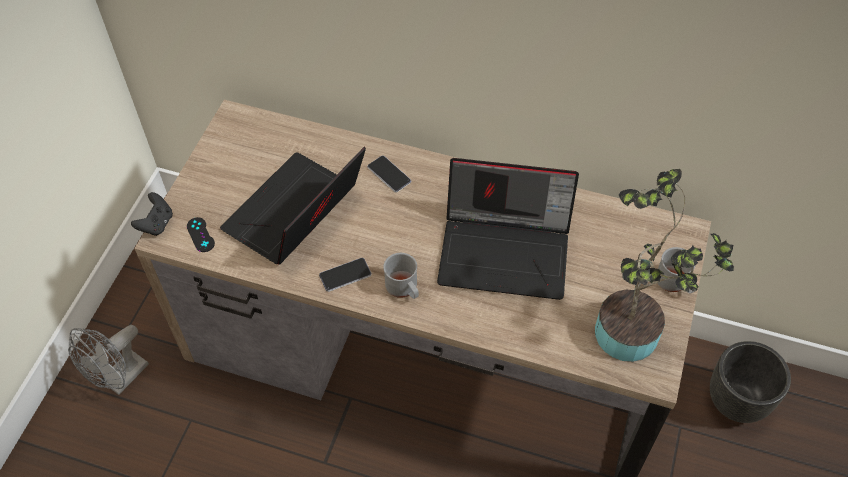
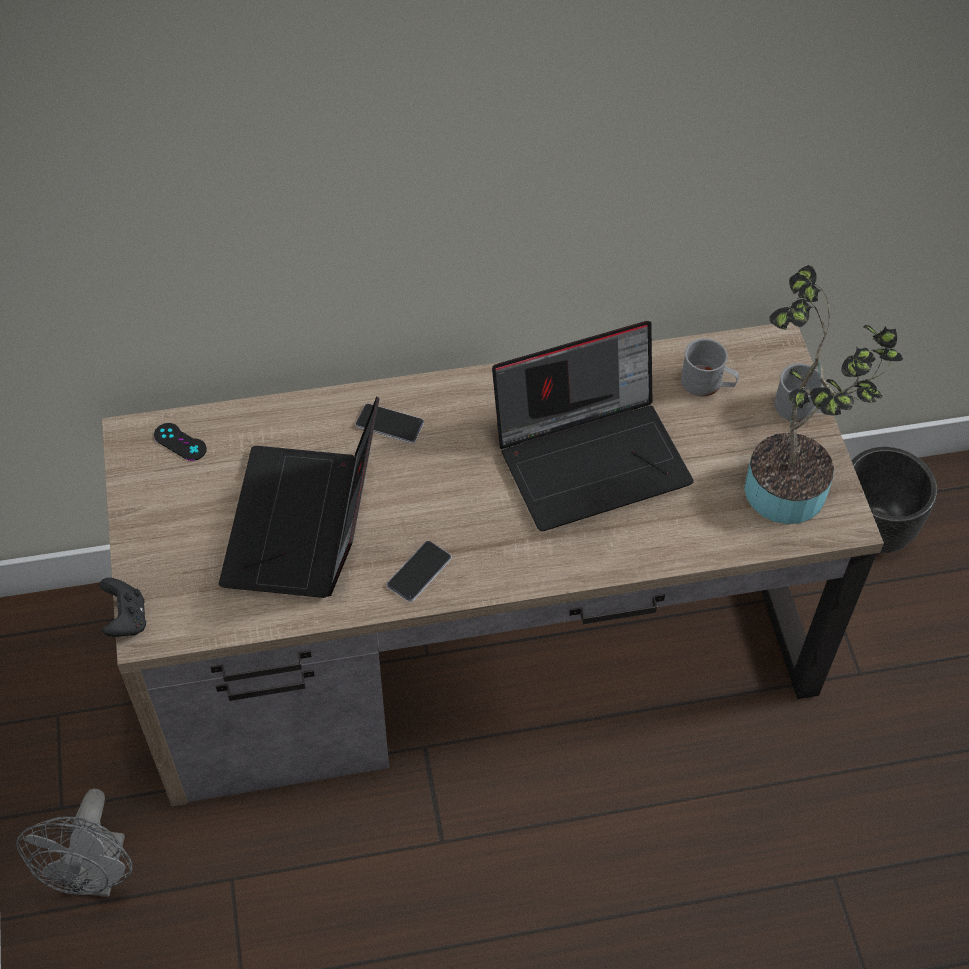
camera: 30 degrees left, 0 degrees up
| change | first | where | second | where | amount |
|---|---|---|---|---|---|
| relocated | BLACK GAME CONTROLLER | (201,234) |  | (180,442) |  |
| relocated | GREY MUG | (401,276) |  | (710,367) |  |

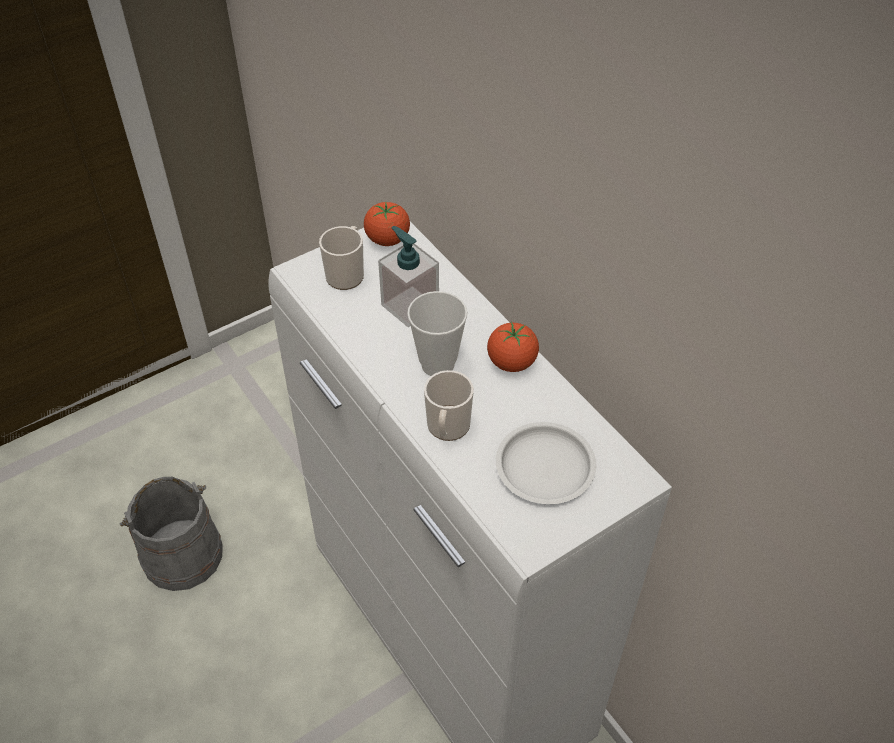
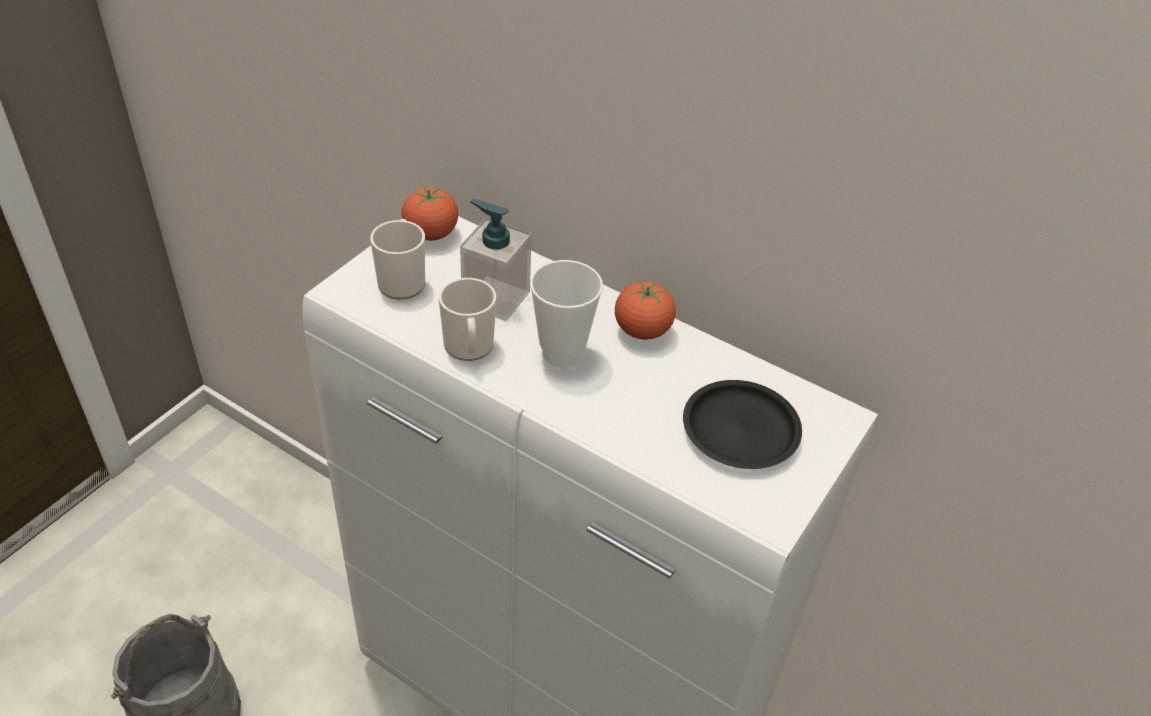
camera: 25 degrees left, 5 degrees down
| change | first | where | second | where | amount |
|---|---|---|---|---|---|
| relocated | MUG | (449,405) |  | (467,319) |  |
| colour | WHITE PLATE | (546,463) | BLACK PLATE | (742,424) |  |

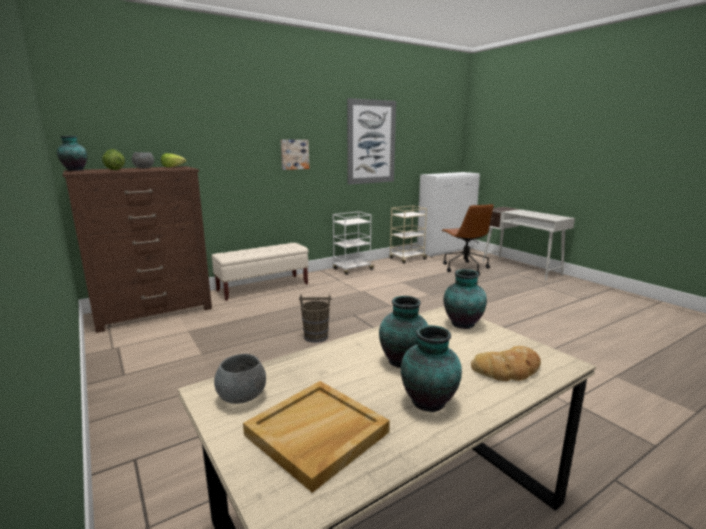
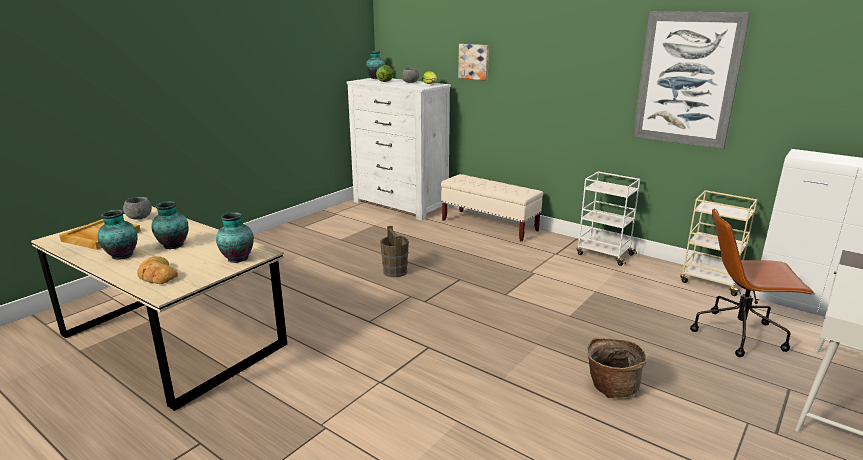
camera: 70 degrees right, 5 degrees up
| change | first | where | second | where | amount |
|---|---|---|---|---|---|
| appeared |  |  | BASKET | (617,368) |  |
| relocated | PICTURE | (295,154) |  | (473,62) |  |
| colour | BROWN DRESSER | (137,249) | WHITE DRESSER | (399,149) |  |
| spun | BROWN OFFICE CHAIR | (467,239) |  | (752,282) | 45 degrees clockwise |

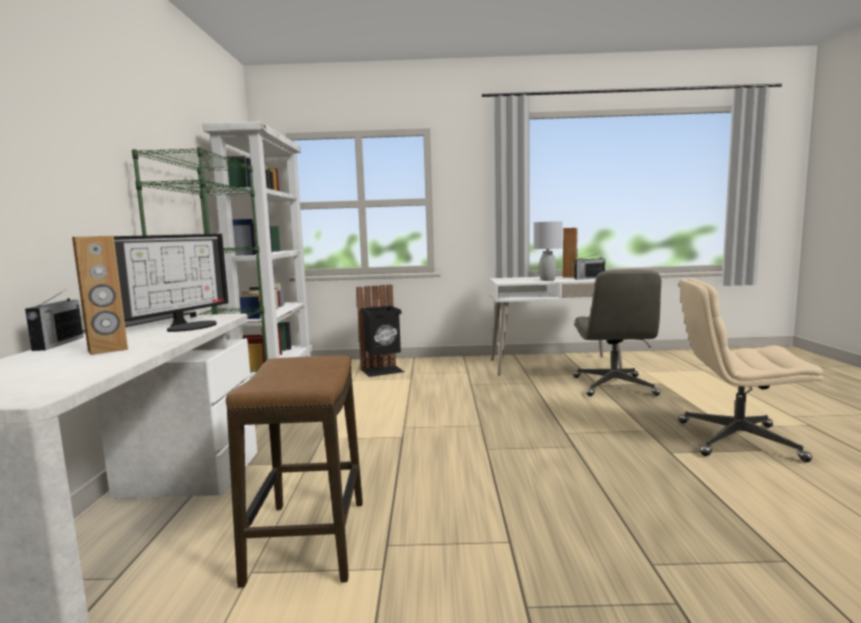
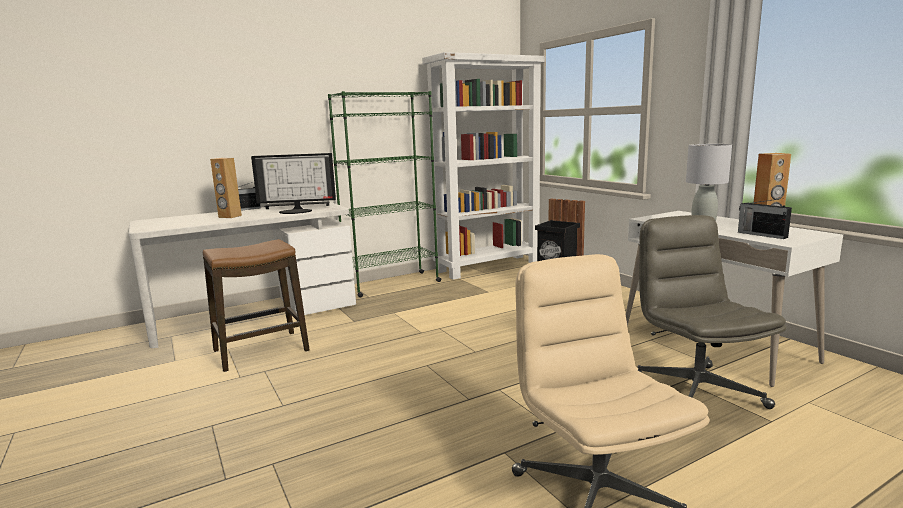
camera: 60 degrees right, 5 degrees up
| change | first | where | second | where | amount |
|---|---|---|---|---|---|
| spun | GREY OFFICE CHAIR | (617,333) |  | (711,312) | 105 degrees clockwise |

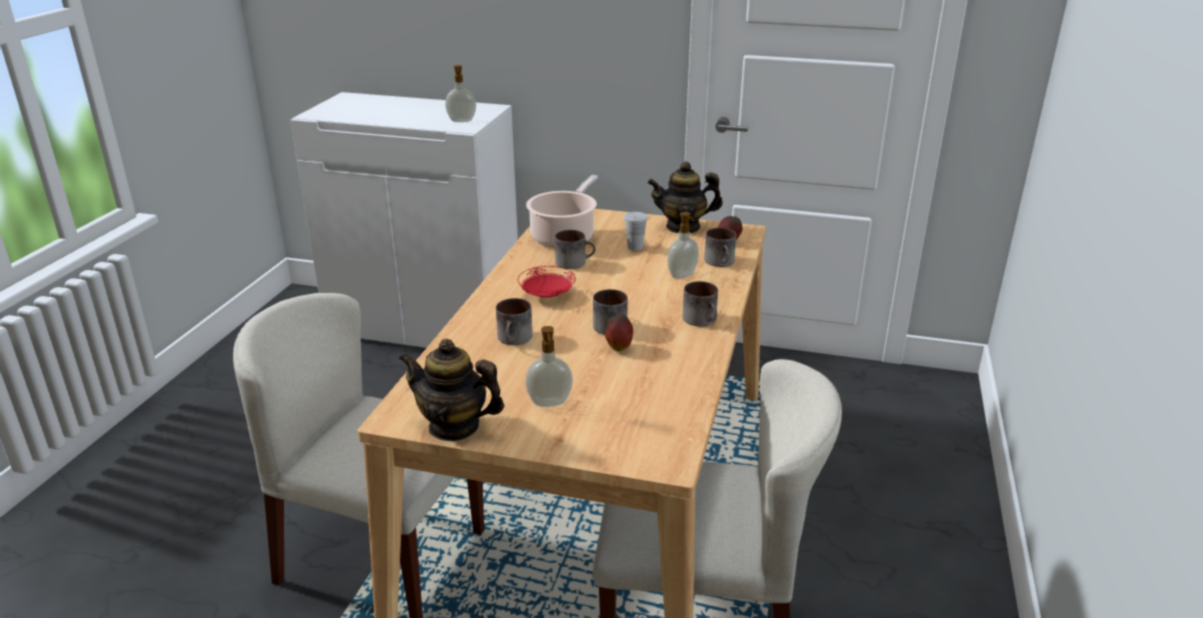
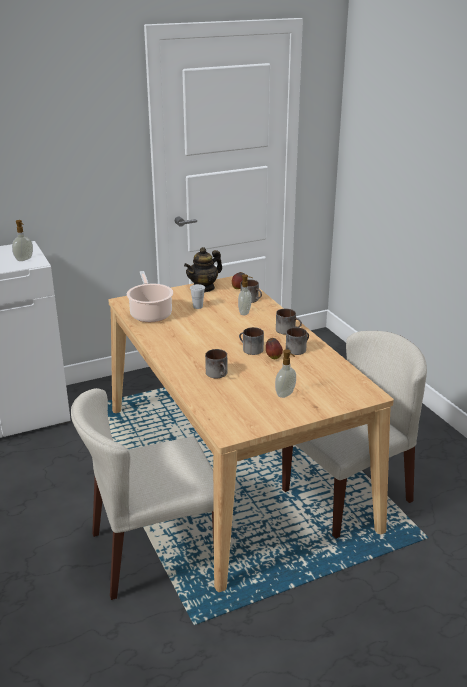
camera: 40 degrees left, 0 degrees up
| change | first | where | second | where | amount |
|---|---|---|---|---|---|
| missing | TEAPOT | (452,390) |  |  |  |
| missing | RED PLATE | (547,281) |  |  |  |
| relocated | MUG | (575,249) |  | (297,341) |  |

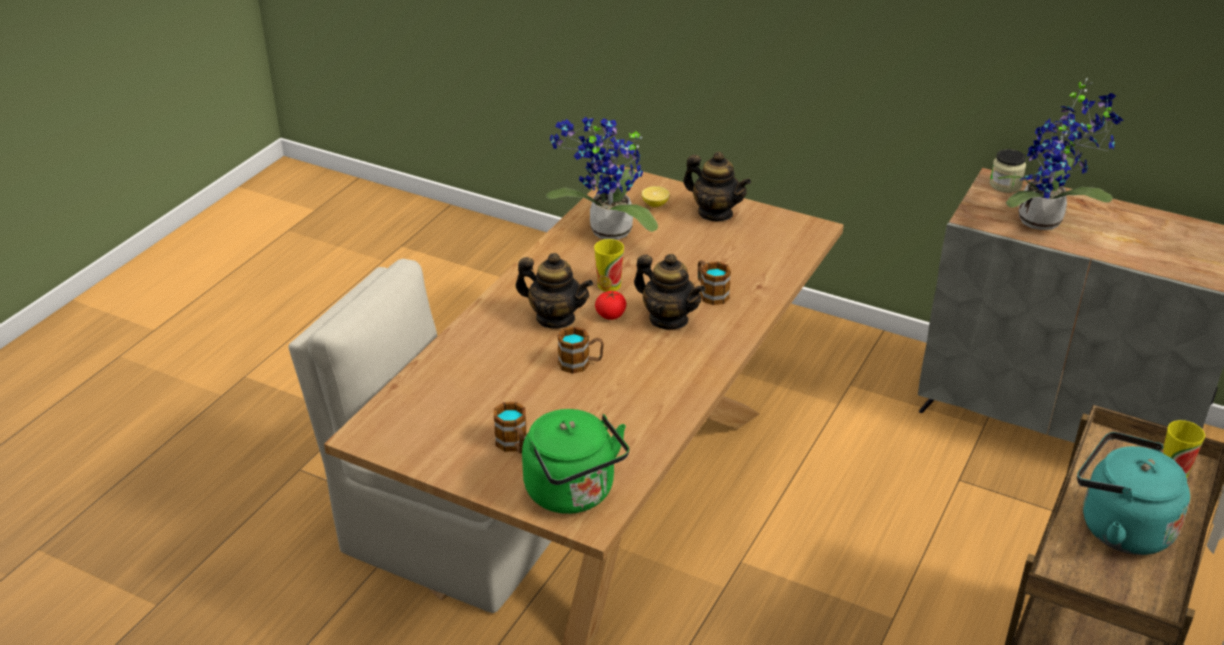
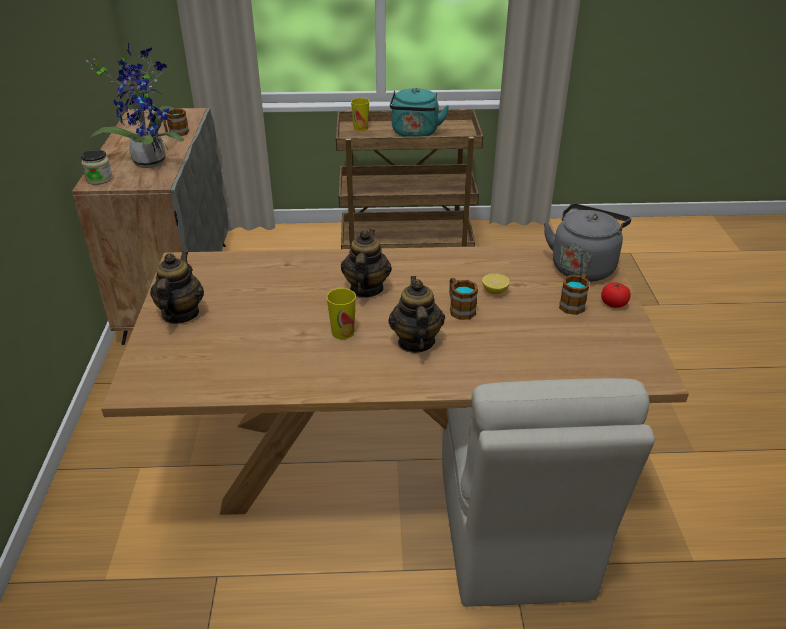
camera: 120 degrees left, 0 degrees up
| change | first | where | second | where | amount |
|---|---|---|---|---|---|
| missing | POTTED PLANT | (602,178) |  |  |  |
| relocated | TOMATO | (610,305) |  | (616,295) |  |
| relocated | LEMON | (656,196) |  | (496,284) |  |
| relocated | MUG | (714,282) |  | (176,122) |  |
| colour | GREEN KETTLE | (575,461) | GREY KETTLE | (587,242) |  |

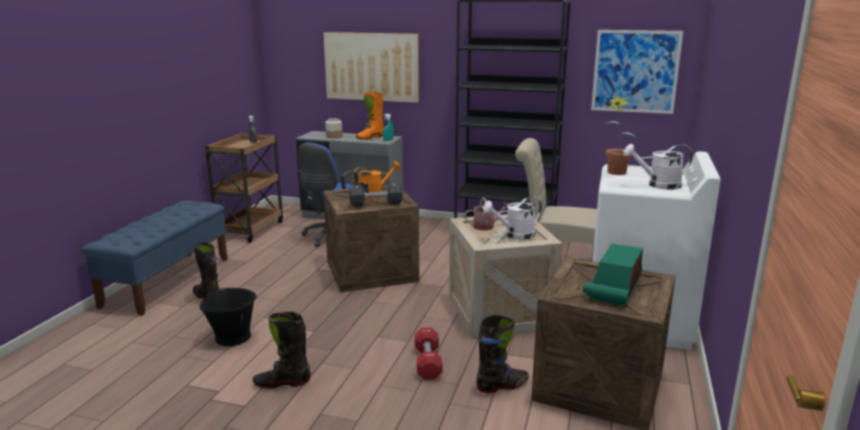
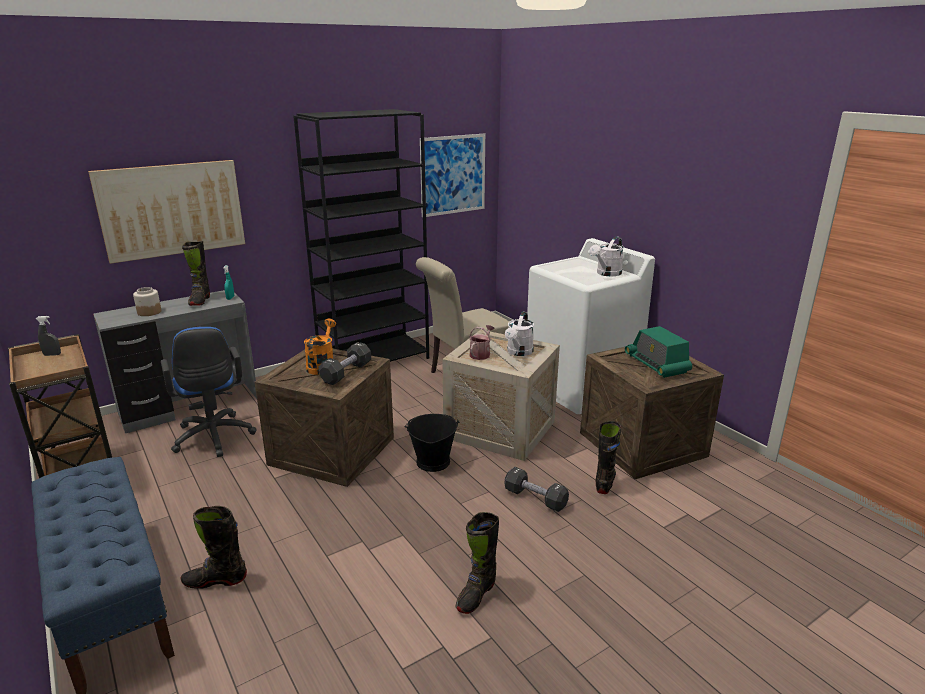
camera: 50 degrees left, 5 degrees up
| change | first | where | second | where | amount |
|---|---|---|---|---|---|
| missing | POTTED PLANT | (620,135) |  |  |  |
| relocated | BLACK BUCKET | (228,316) |  | (432,443) |  |
| colour | ORANGE BOOT | (370,116) | BLACK BOOT | (196,273) |  |
| colour | RED DUMBBELL | (428,353) | BLACK DUMBBELL | (537,489) |  |

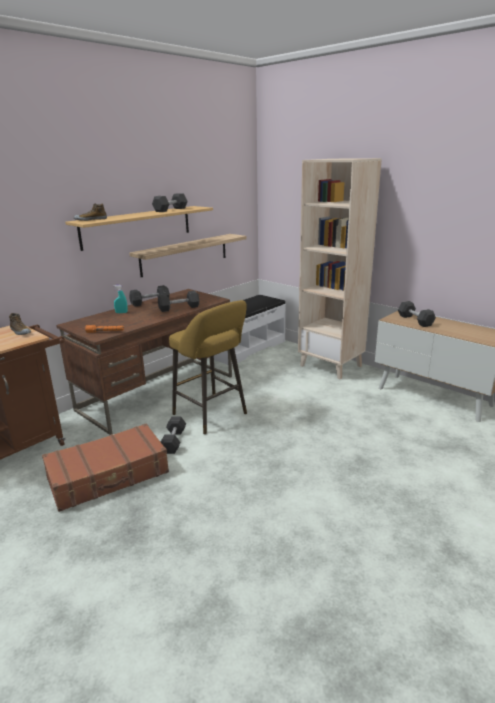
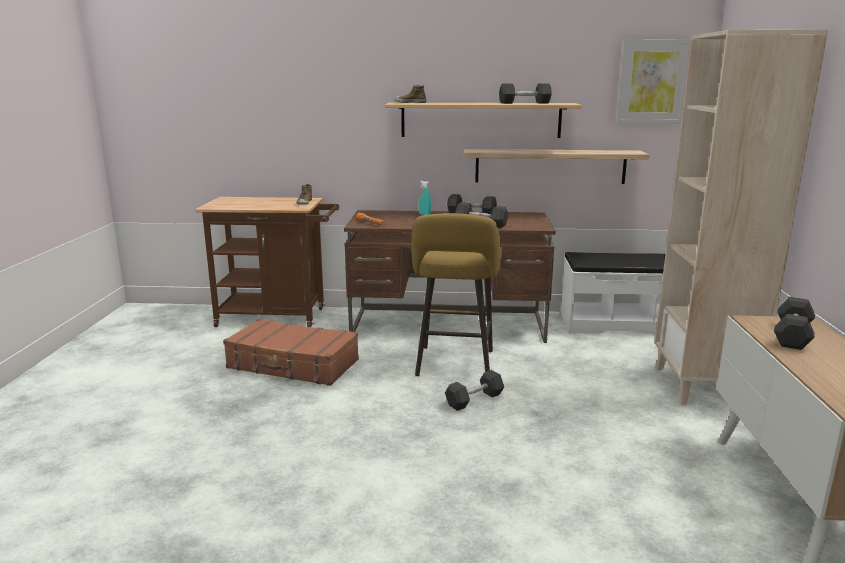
camera: 50 degrees right, 5 degrees down
| change | first | where | second | where | amount |
|---|---|---|---|---|---|
| appeared |  |  | PICTURE | (653,81) |  |
| relocated | GREY DUMBBELL | (173,435) |  | (474,390) |  |

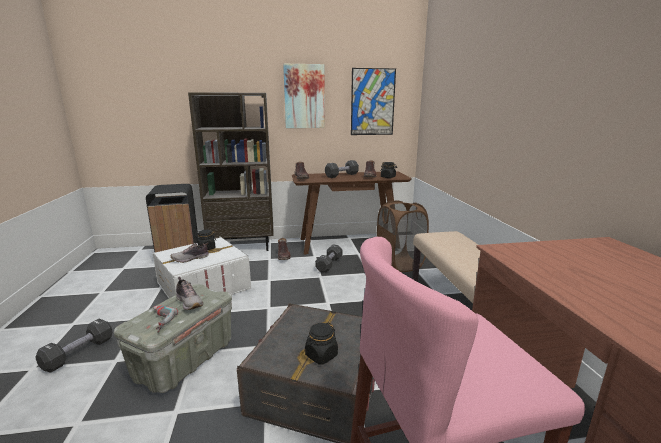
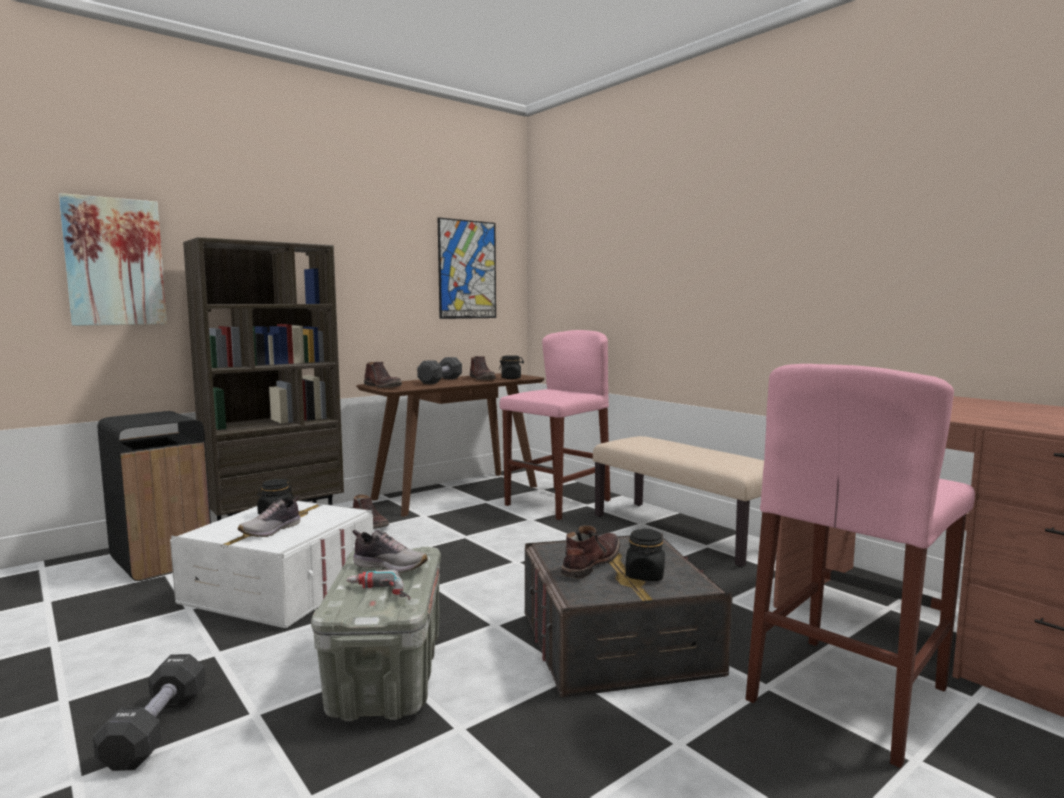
camera: 30 degrees left, 10 degrees down
| change | first | where | second | where | amount |
|---|---|---|---|---|---|
| missing | BLACK DUMBBELL | (328,258) |  |  |  |
| appeared |  |  | BROWN BOOT | (590,552) |  |
| relocated | PICTURE | (304,96) |  | (113,259) |  |
| exchanged | BROWN LAUNDRY BASKET | (403,236) | PINK STOOL | (555,425) |  |

